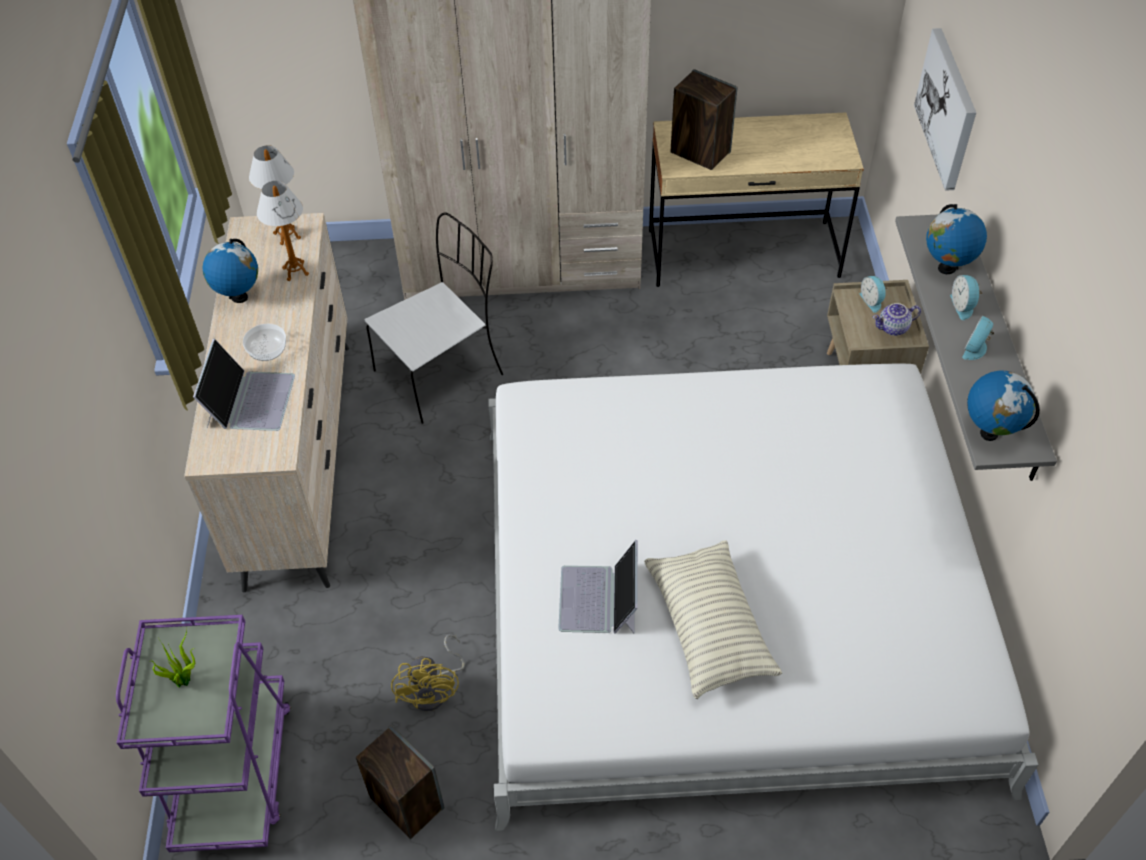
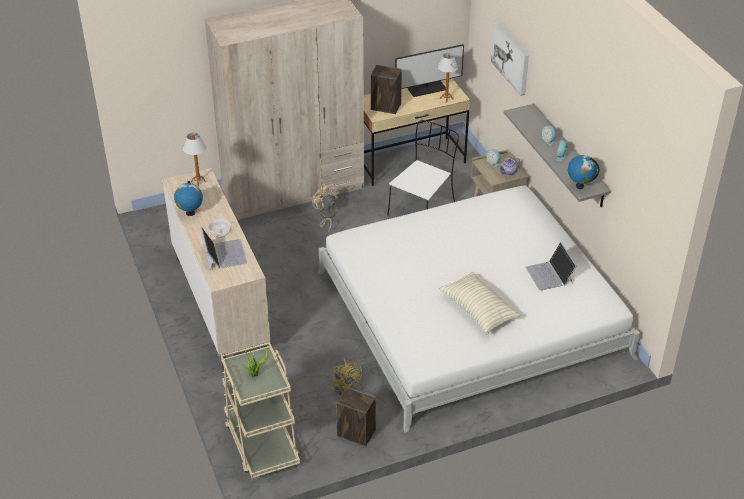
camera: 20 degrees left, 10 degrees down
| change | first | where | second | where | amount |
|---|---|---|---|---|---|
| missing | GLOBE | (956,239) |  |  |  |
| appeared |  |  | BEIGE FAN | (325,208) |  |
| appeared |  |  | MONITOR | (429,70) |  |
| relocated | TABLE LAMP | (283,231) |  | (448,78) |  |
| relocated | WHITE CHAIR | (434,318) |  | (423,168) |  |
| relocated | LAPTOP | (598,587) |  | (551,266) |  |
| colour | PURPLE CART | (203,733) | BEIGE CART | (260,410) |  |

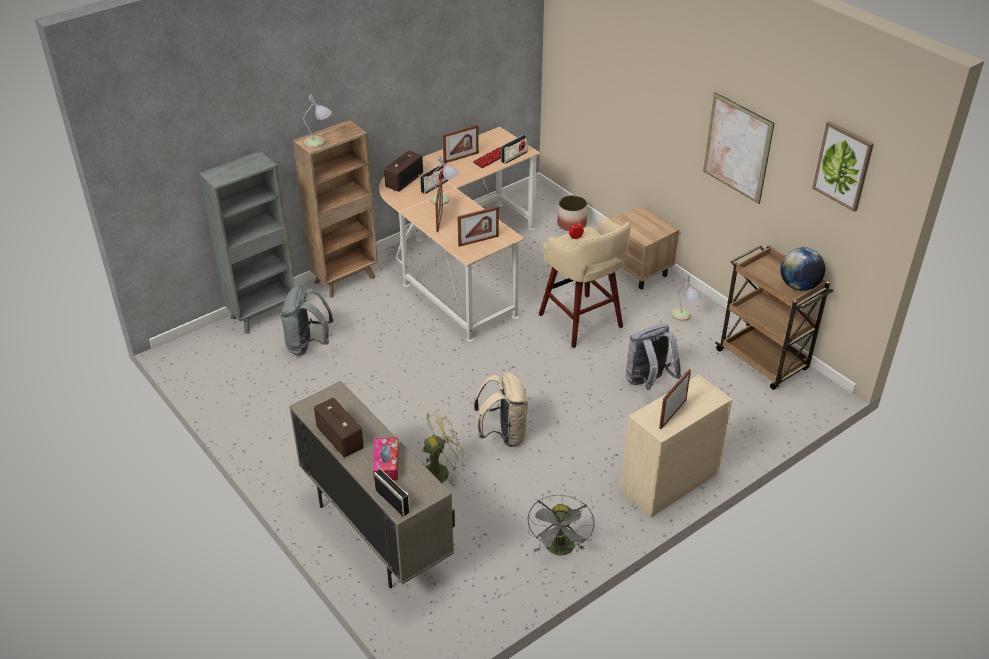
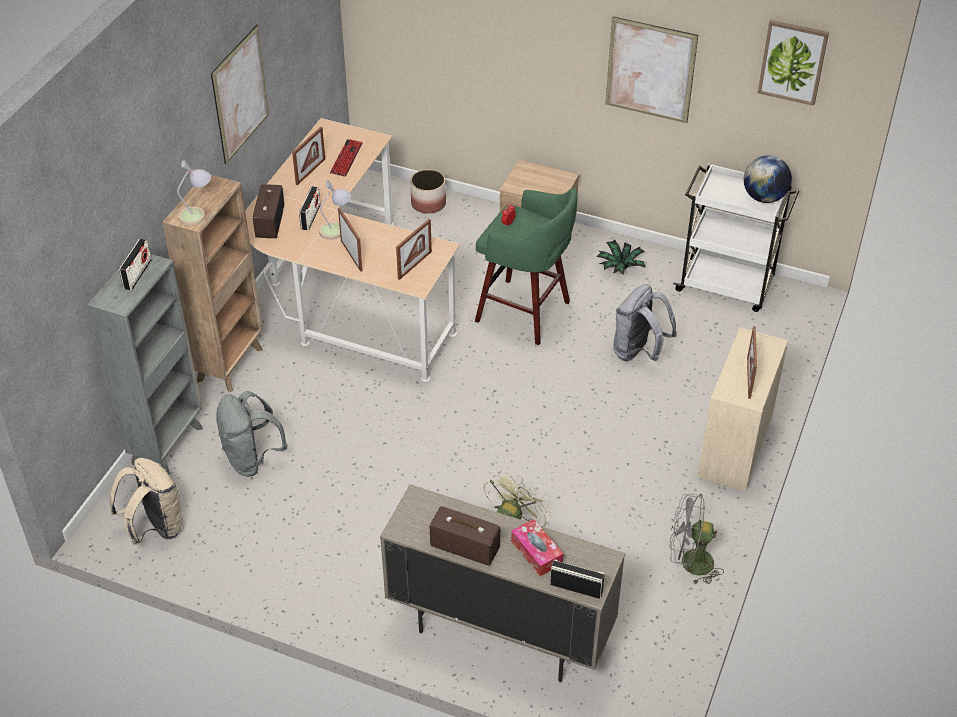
camera: 30 degrees left, 5 degrees up
| change | first | where | second | where | amount |
|---|---|---|---|---|---|
| appeared |  |  | PICTURE | (240,94) |  |
| relocated | BEIGE BACKPACK | (501,409) |  | (146,501) |  |
| relocated | RADIO | (514,149) |  | (135,264) |  |
| exchanged | TABLE LAMP | (686,298) | POTTED PLANT | (621,257) |  |
| colour | BEIGE STOOL | (585,282) | GREEN STOOL | (526,266) |  |
| colour | BROWN CART | (774,317) | WHITE CART | (736,237) |  |
| spun | GREY FAN | (561,525) |  | (697,539) | 120 degrees clockwise |

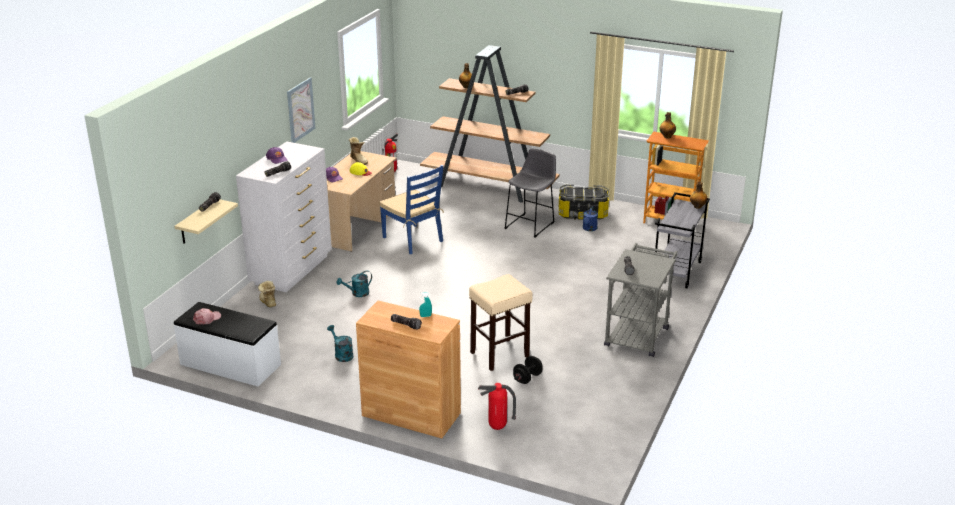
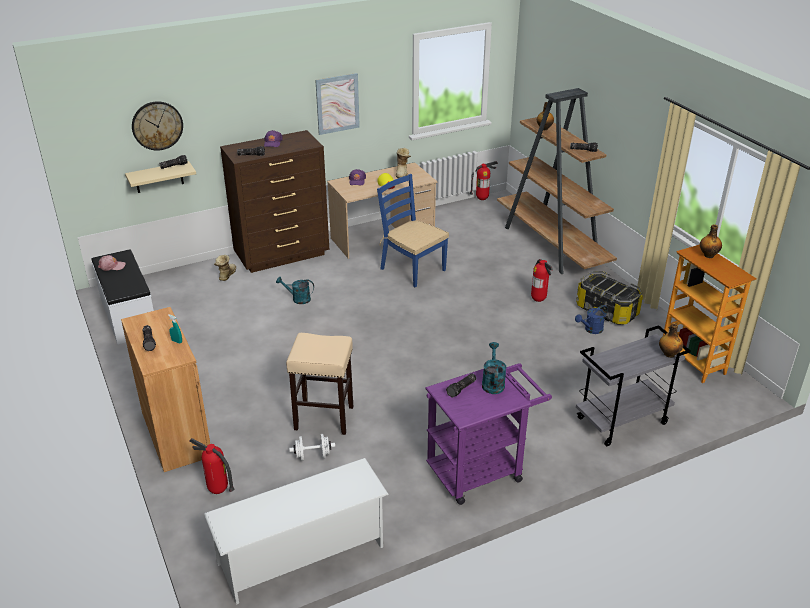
camera: 40 degrees right, 5 degrees up
| change | first | where | second | where | amount |
|---|---|---|---|---|---|
| appeared |  |  | WALL CLOCK | (157,126) |  |
| appeared |  |  | WHITE SHOE RACK | (296,531) |  |
| relocated | TURQUOISE WATERING CAN | (340,343) |  | (494,368) |  |
| exchanged | GREY STOOL | (530,193) | FIRE EXTINGUISHER | (542,280) |  |
| colour | WHITE DRESSER | (284,216) | BROWN DRESSER | (274,201) |  |
| colour | BLACK DUMBBELL | (528,370) | WHITE DUMBBELL | (312,447) |  |
| colour | GREY CART | (641,300) | PURPLE CART | (488,434) |  |
| spun | BLUE CHAIR | (411,209) |  | (413,230) | 135 degrees clockwise |

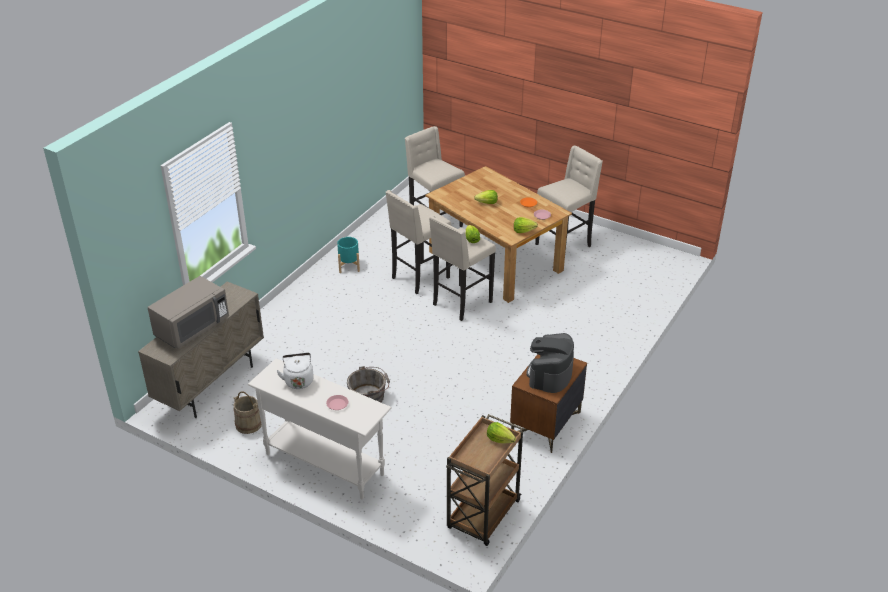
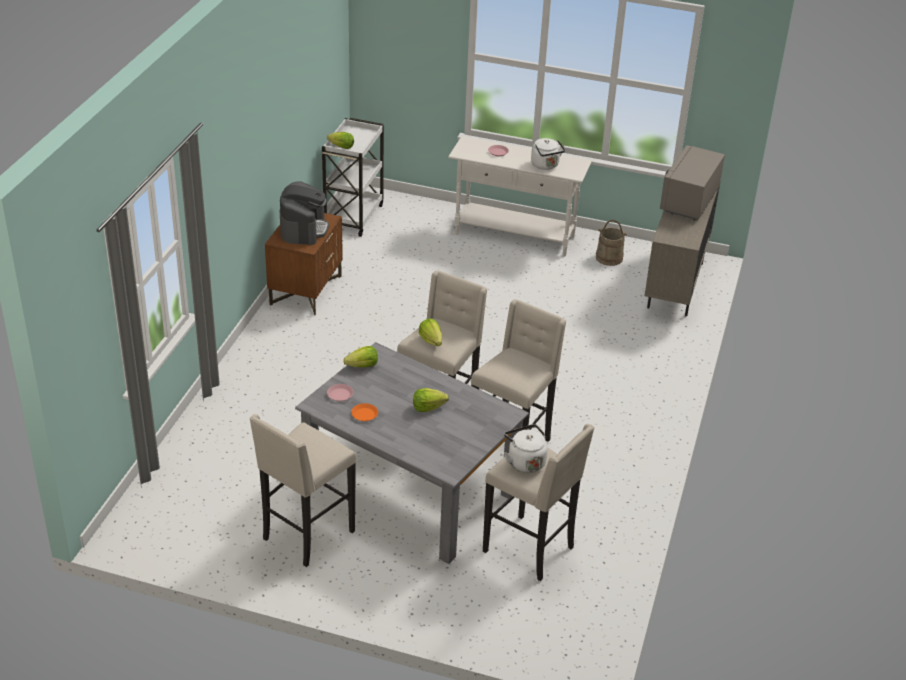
camera: 165 degrees right, 0 degrees up
| change | first | where | second | where | amount |
|---|---|---|---|---|---|
| missing | TURQUOISE PLANTER | (348,255) |  |  |  |
| missing | GREY BUCKET | (368,384) |  |  |  |
| appeared |  |  | WHITE KETTLE | (526,448) |  |
| colour | BROWN DINING TABLE | (498,234) | GREY DINING TABLE | (412,453) |  |
| colour | BROWN CART | (484,480) | WHITE CART | (353,177) |  |

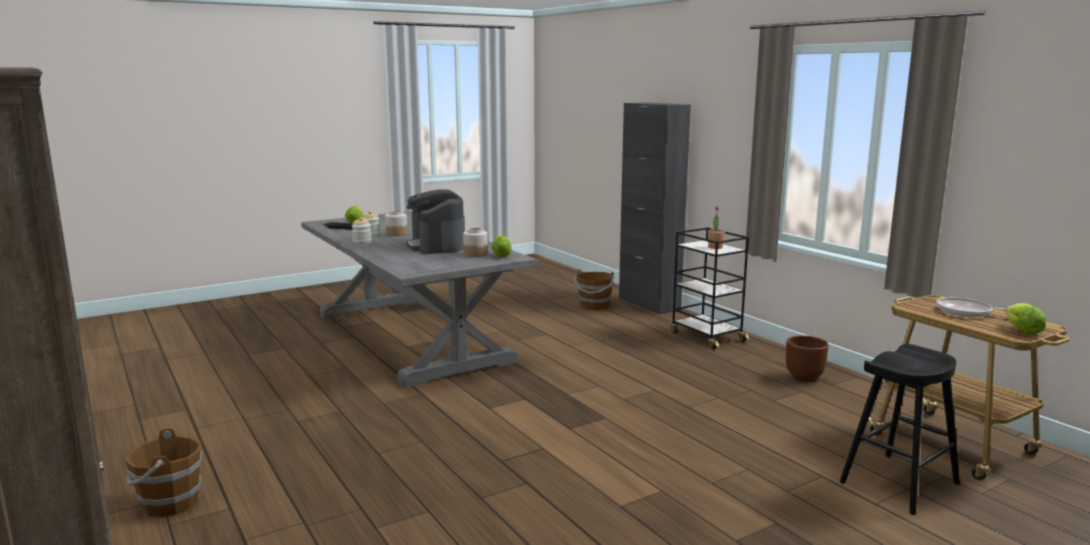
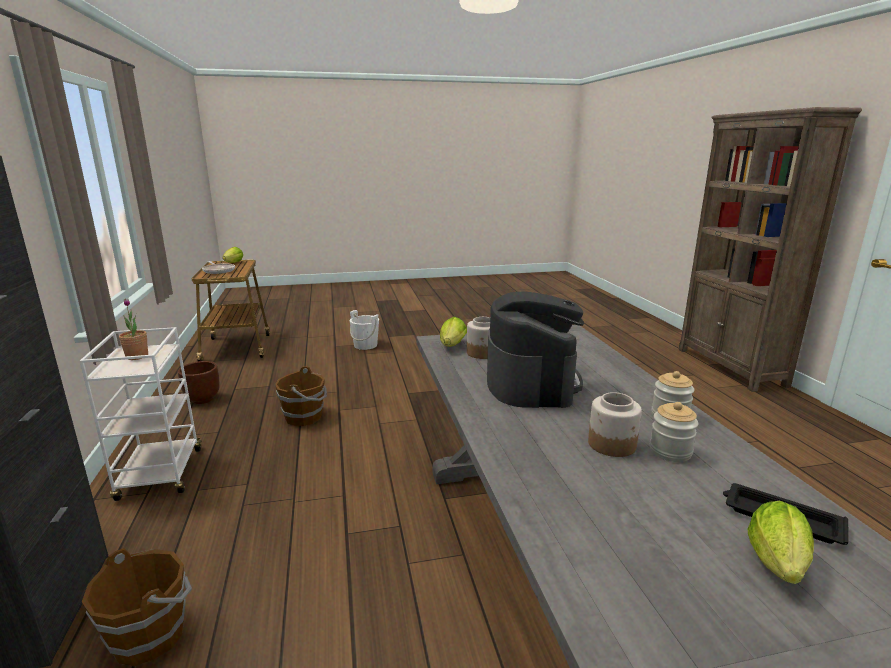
camera: 160 degrees left, 5 degrees up
| change | first | where | second | where | amount |
|---|---|---|---|---|---|
| missing | BLACK STOOL | (900,429) |  |  |  |
| appeared |  |  | WHITE BUCKET | (364,330) |  |
| relocated | BROWN BUCKET | (163,472) |  | (301,396) |  |
| colour | BLACK CART | (710,288) | WHITE CART | (141,414) |  |

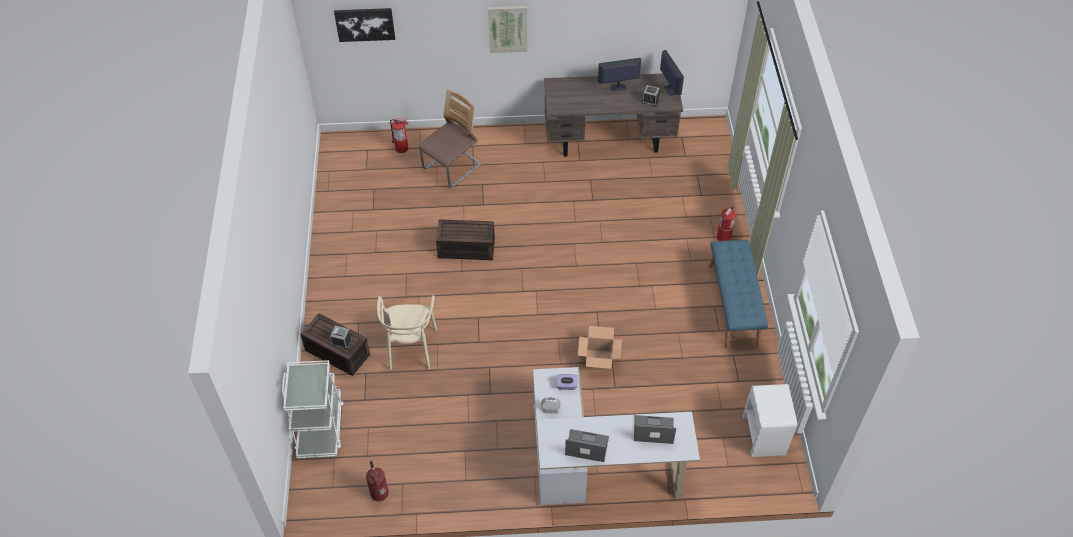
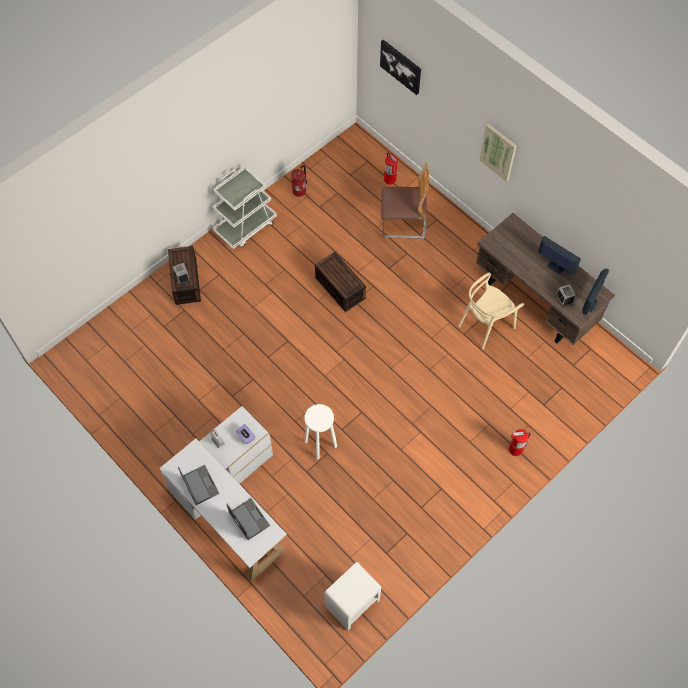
camera: 50 degrees right, 10 degrees up
| change | first | where | second | where | amount |
|---|---|---|---|---|---|
| missing | BLUE BENCH | (738,294) |  |  |  |
| relocated | WHITE CART | (313,409) |  | (245,207) |  |
| relocated | FIRE EXTINGUISHER | (377,481) |  | (299,181) |  |
| relocated | BEIGE CHAIR | (407,332) |  | (491,311) |  |
| exchanged | CARDBOARD BOX | (600,348) | WHITE STOOL | (320,431) |  |

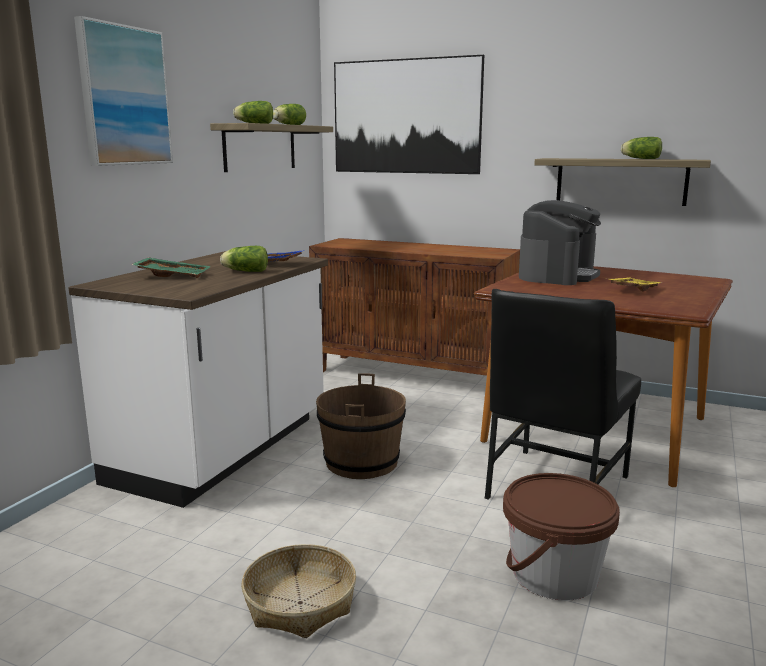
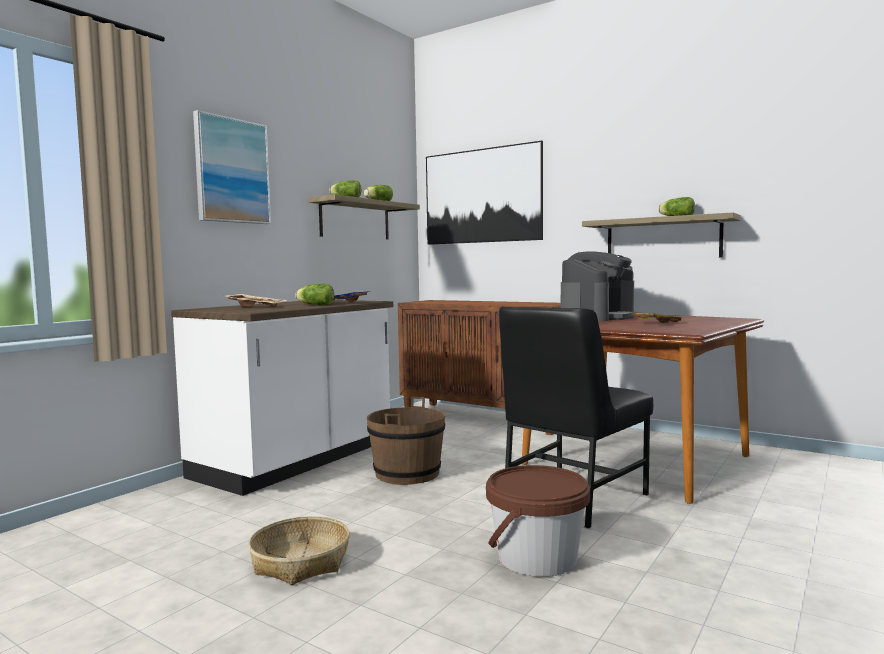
camera: 10 degrees right, 10 degrees down
| change | first | where | second | where | amount |
|---|---|---|---|---|---|
| colour | GREEN TRAY | (171,267) | BEIGE TRAY | (256,300) |  |

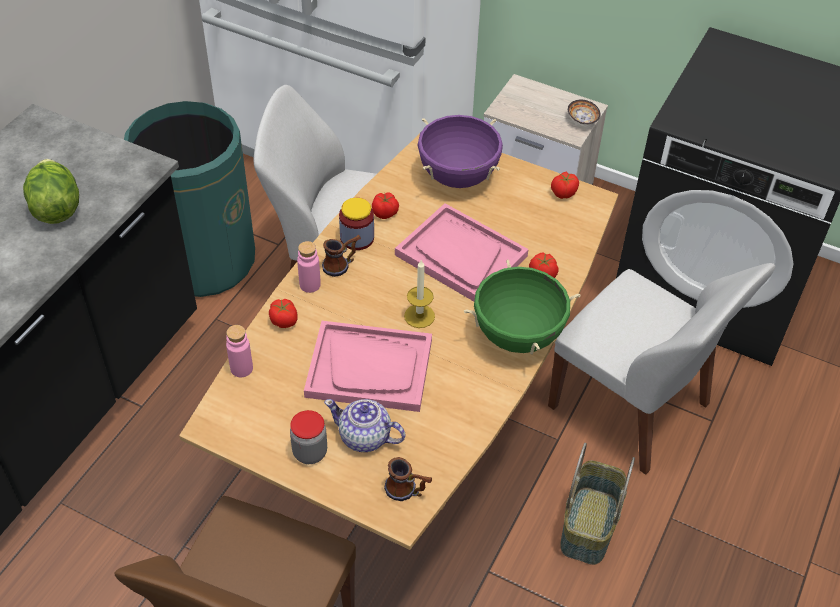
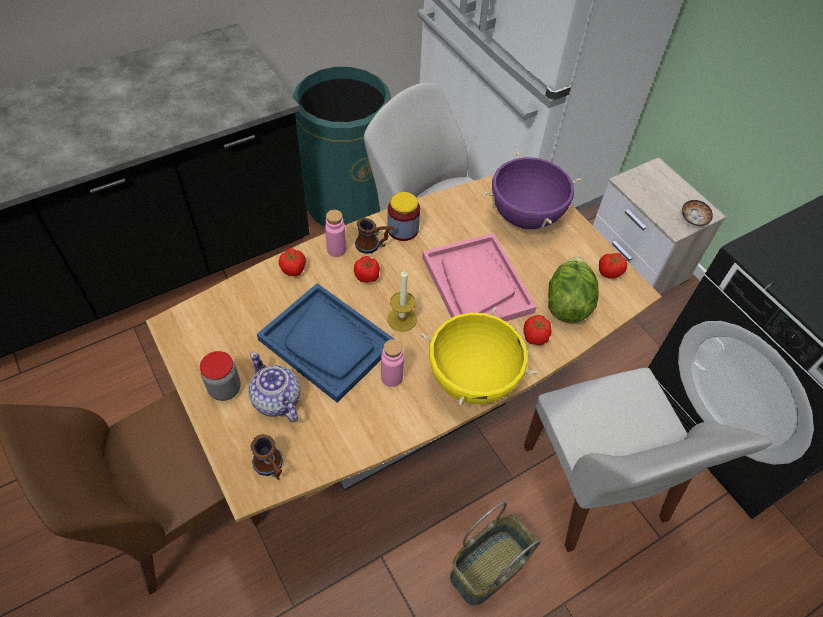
camera: 30 degrees right, 5 degrees up
| change | first | where | second | where | amount |
|---|---|---|---|---|---|
| relocated | LETTUCE | (51,191) |  | (573,289) |  |
| relocated | PINK BOTTLE | (239,351) |  | (392,363) |  |
| relocated | TOMATO | (385,205) |  | (367,269) |  |
| colour | PINK TRAY | (368,366) | BLUE TRAY | (325,343) |  |
| colour | GREEN COOKING POT | (522,307) | YELLOW COOKING POT | (479,355) |  |

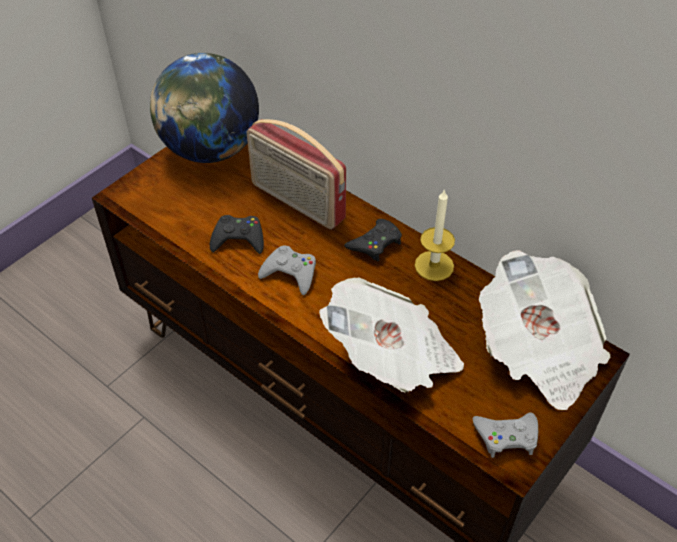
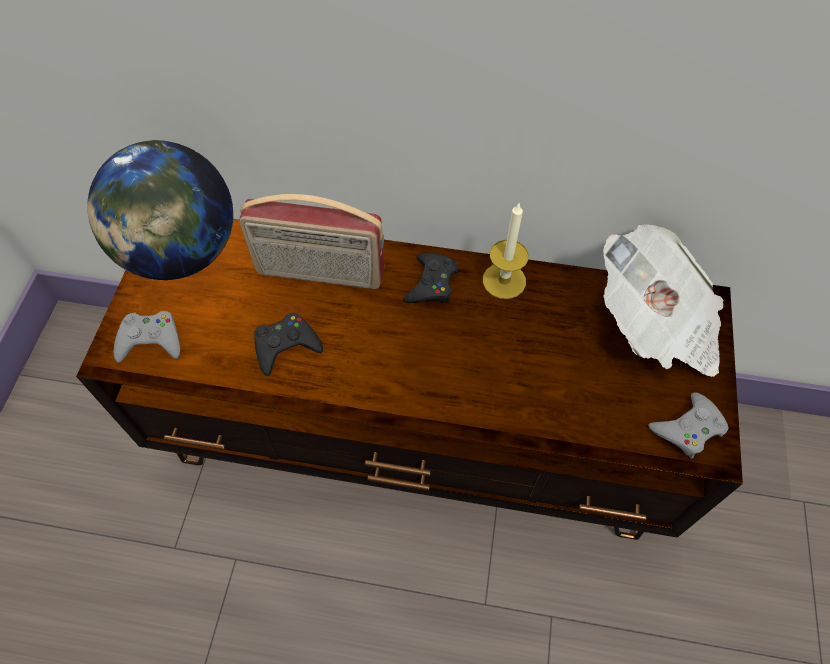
camera: 30 degrees left, 10 degrees up
| change | first | where | second | where | amount |
|---|---|---|---|---|---|
| missing | NEWSPAPER | (391,335) |  |  |  |
| relocated | GREY GAME CONTROLLER | (287,270) |  | (146,337) |  |

